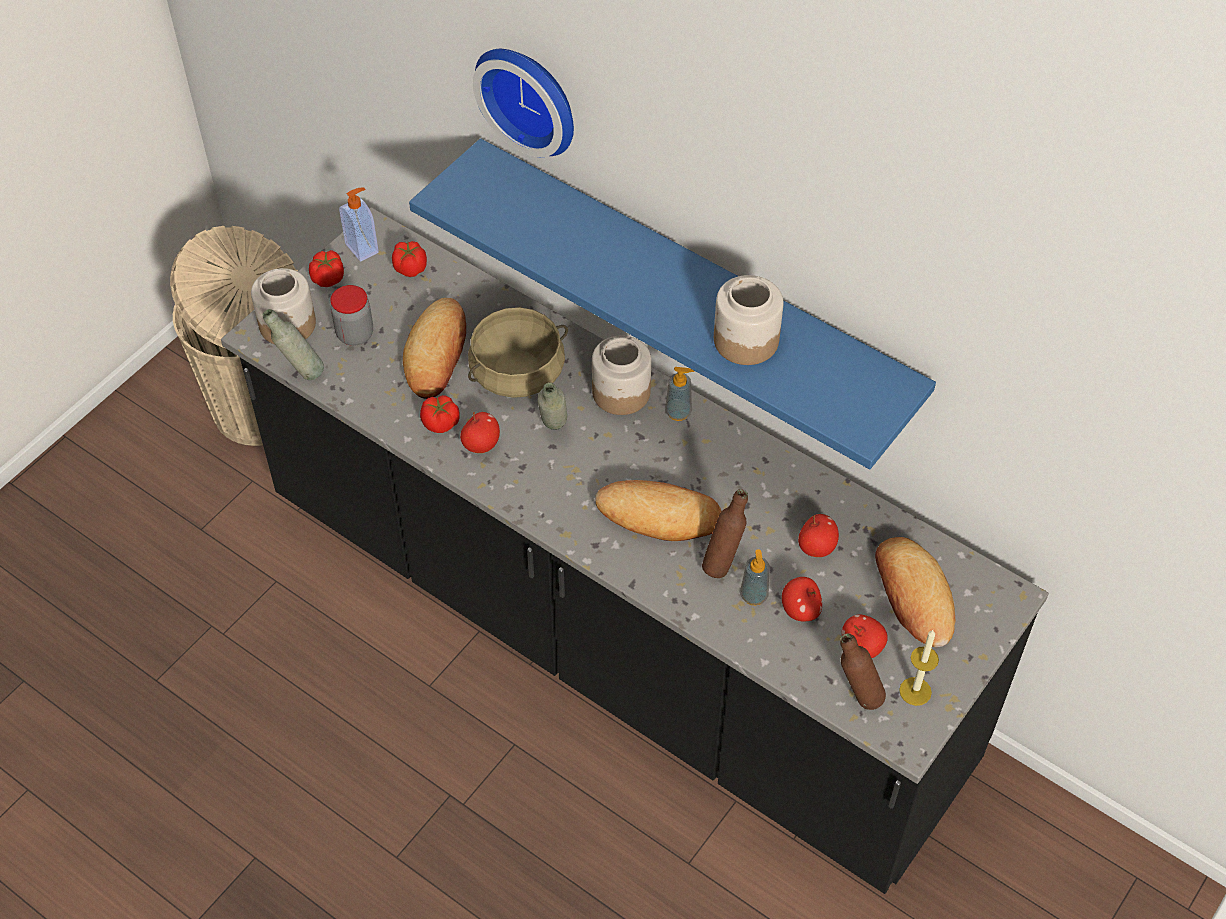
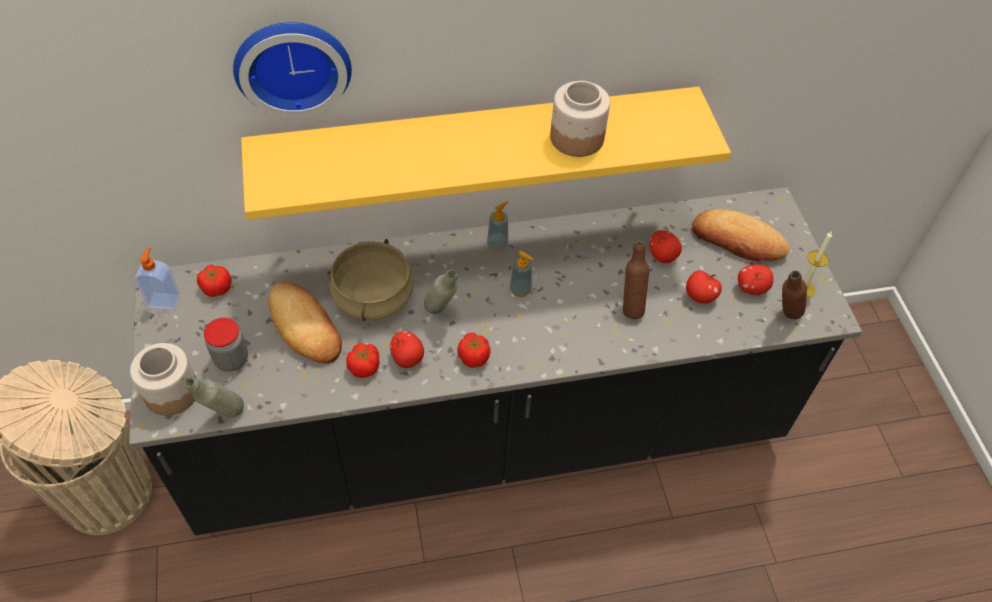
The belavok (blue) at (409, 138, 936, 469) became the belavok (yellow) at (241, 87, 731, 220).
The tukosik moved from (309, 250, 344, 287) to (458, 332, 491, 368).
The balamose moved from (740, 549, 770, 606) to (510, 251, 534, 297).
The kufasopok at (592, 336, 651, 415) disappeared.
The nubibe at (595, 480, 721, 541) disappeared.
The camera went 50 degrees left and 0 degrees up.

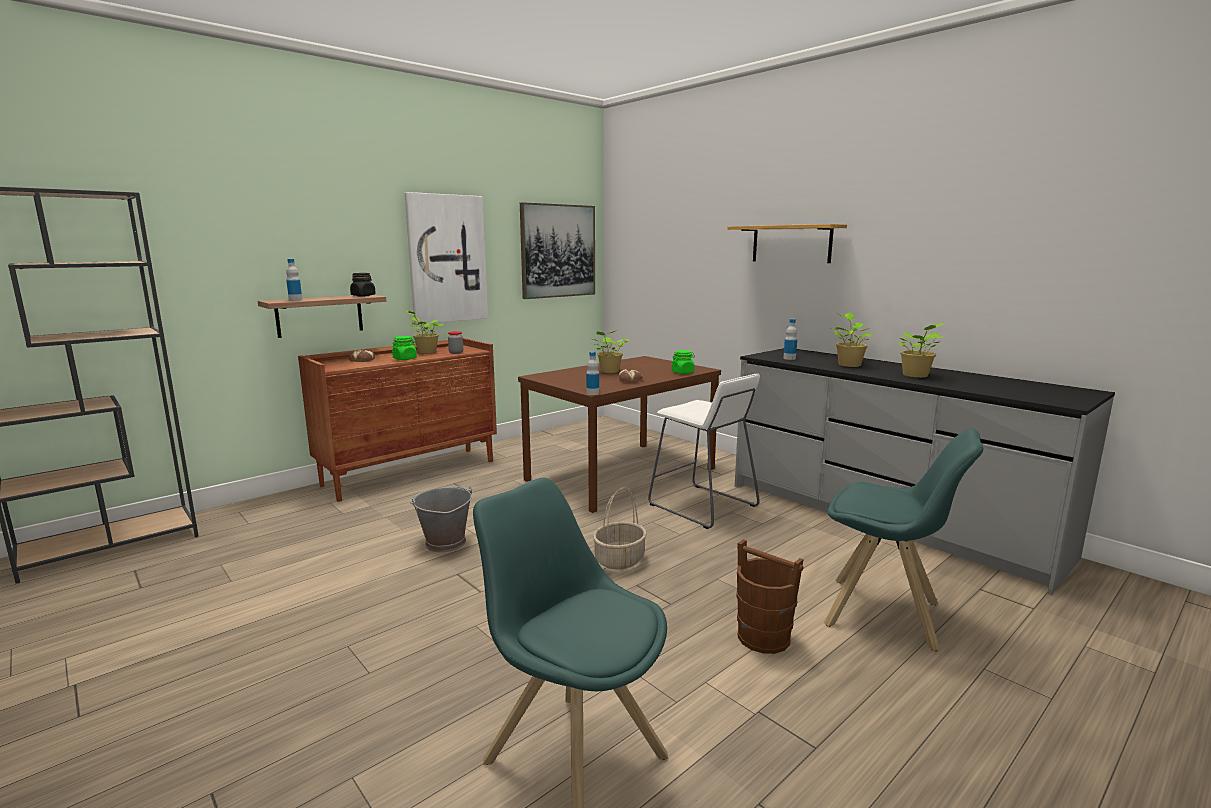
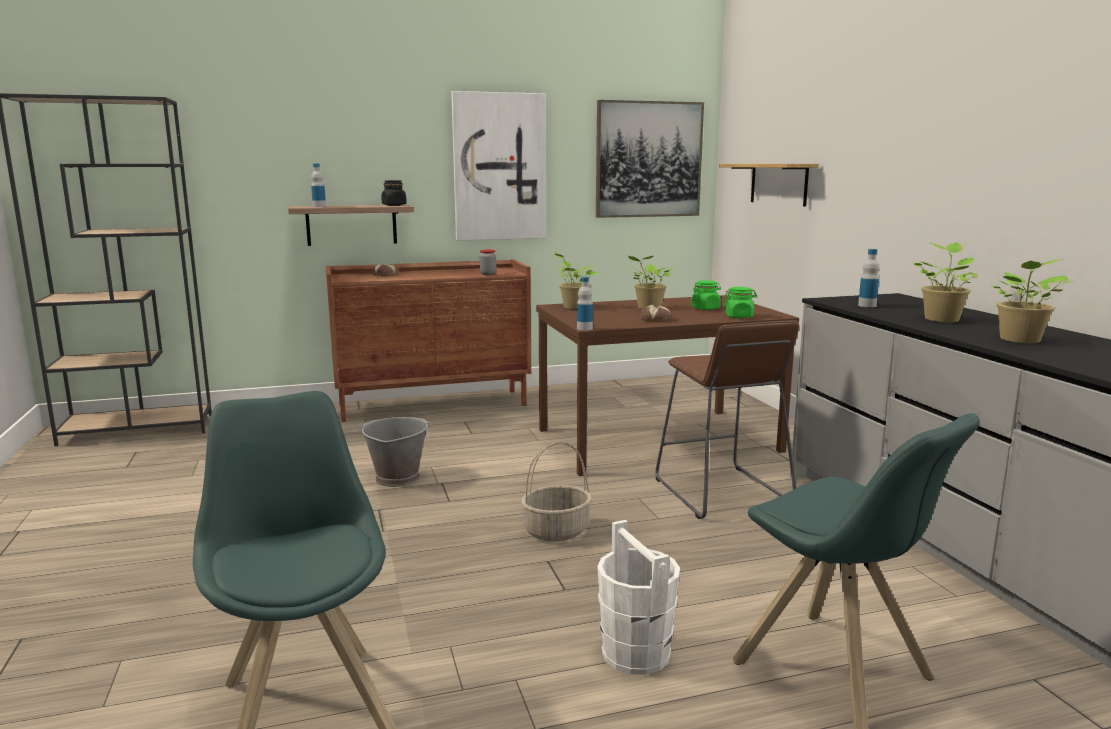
The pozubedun moved from (405, 310, 444, 354) to (554, 252, 599, 309).
The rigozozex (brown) at (736, 539, 804, 654) became the rigozozex (white) at (597, 520, 680, 675).
The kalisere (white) at (648, 374, 760, 529) became the kalisere (brown) at (656, 320, 799, 519).
The kufasopok (green) moved from (392, 336, 417, 360) to (691, 280, 721, 310).
The belavok moved from (727, 224, 847, 263) to (719, 164, 819, 207).
The camera went 25 degrees right and 0 degrees up.

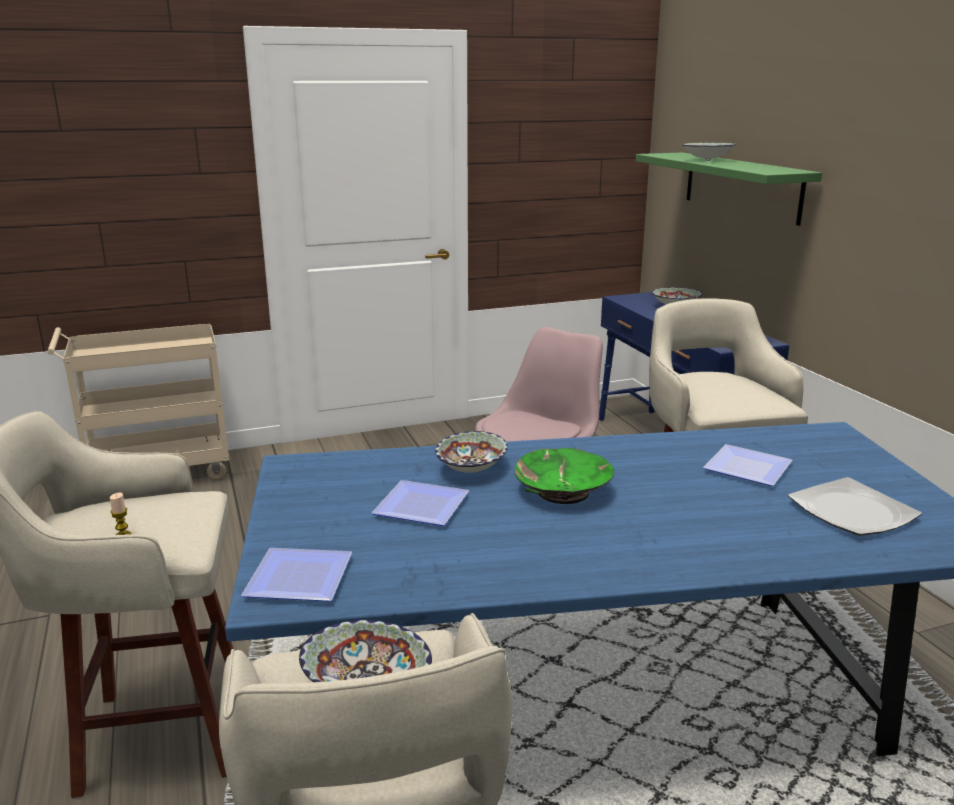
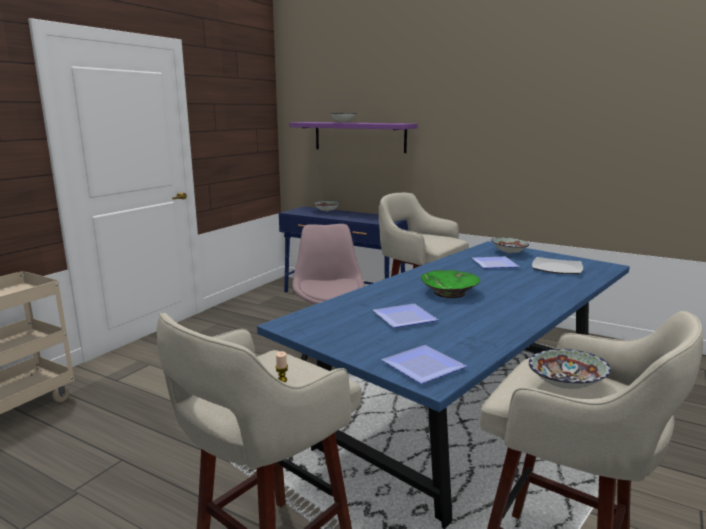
The belavok (green) at (636, 152, 822, 226) became the belavok (purple) at (289, 122, 417, 153).
The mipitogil moved from (435, 431, 508, 473) to (491, 237, 529, 254).
The camera went 40 degrees left and 5 degrees down.

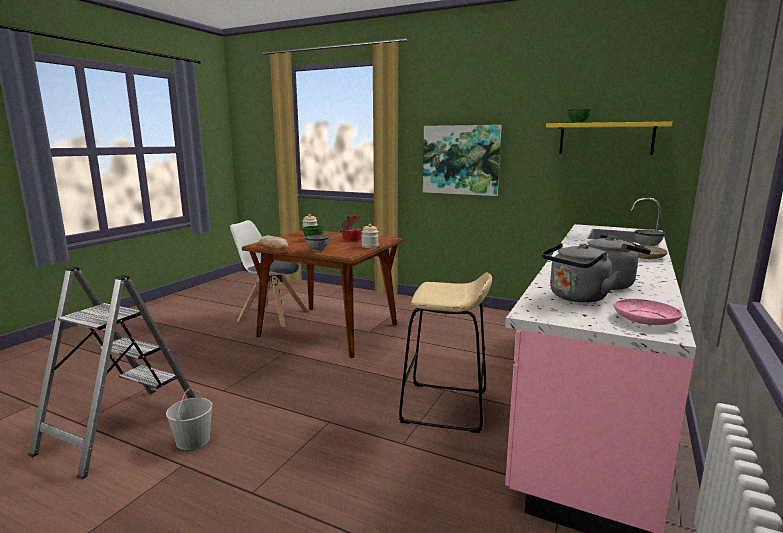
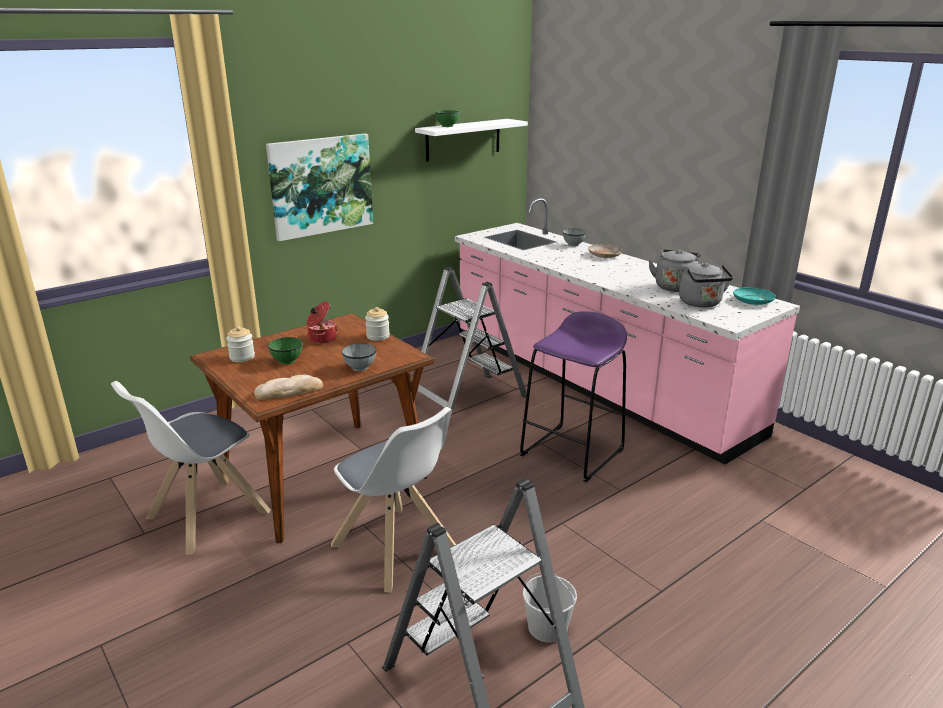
The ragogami at (331, 407, 456, 593) appeared.
The belavok (yellow) at (546, 121, 673, 155) became the belavok (white) at (415, 119, 528, 162).
The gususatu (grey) at (417, 267, 527, 415) appeared.
The kalisere (beige) at (399, 272, 492, 433) became the kalisere (purple) at (520, 311, 627, 482).
The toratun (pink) at (614, 299, 682, 325) became the toratun (turquoise) at (733, 287, 776, 305).
The camera went 65 degrees left and 10 degrees up.

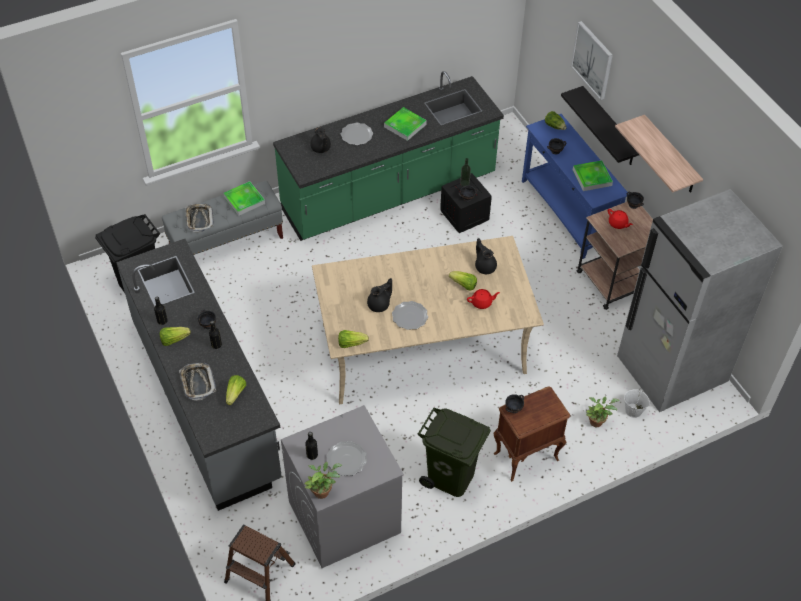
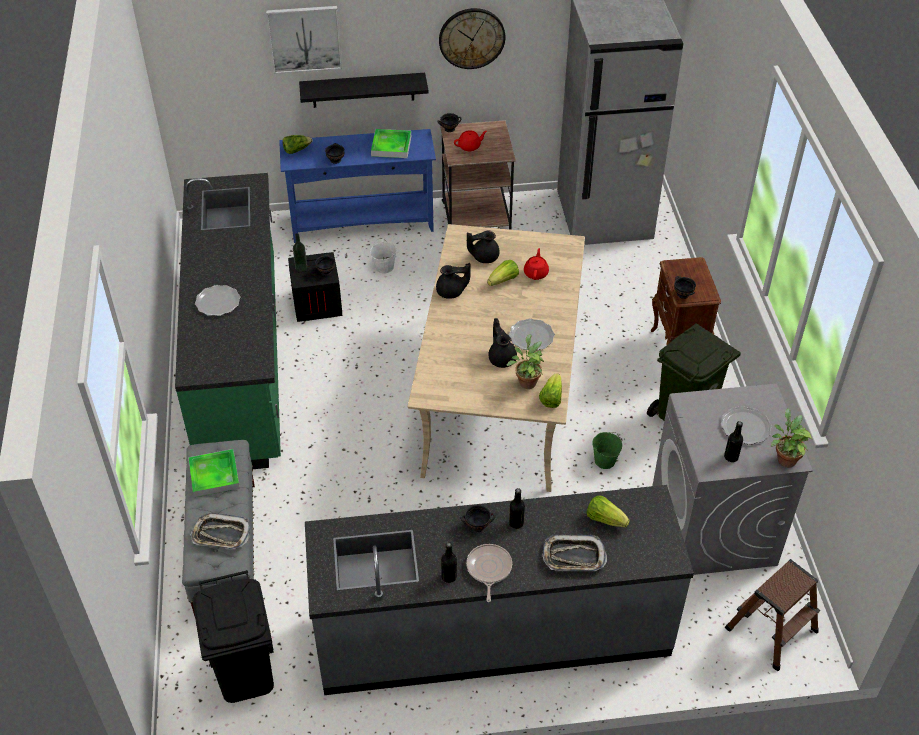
The rigozozex (white) moved from (624, 389, 650, 418) to (370, 238, 397, 274).
The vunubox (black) moved from (310, 127, 331, 153) to (436, 263, 471, 298).
The belavok at (615, 115, 703, 193) was replaced by the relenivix at (439, 8, 506, 69).
The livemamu at (160, 327, 191, 346) was replaced by the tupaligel at (466, 544, 512, 602).
The pozubedun moved from (586, 396, 620, 427) to (507, 334, 544, 389).
The rigozozex (green) at (592, 432, 622, 469) appeared.
The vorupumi at (384, 107, 427, 141) disappeared.
The camera went 70 degrees left and 5 degrees down.

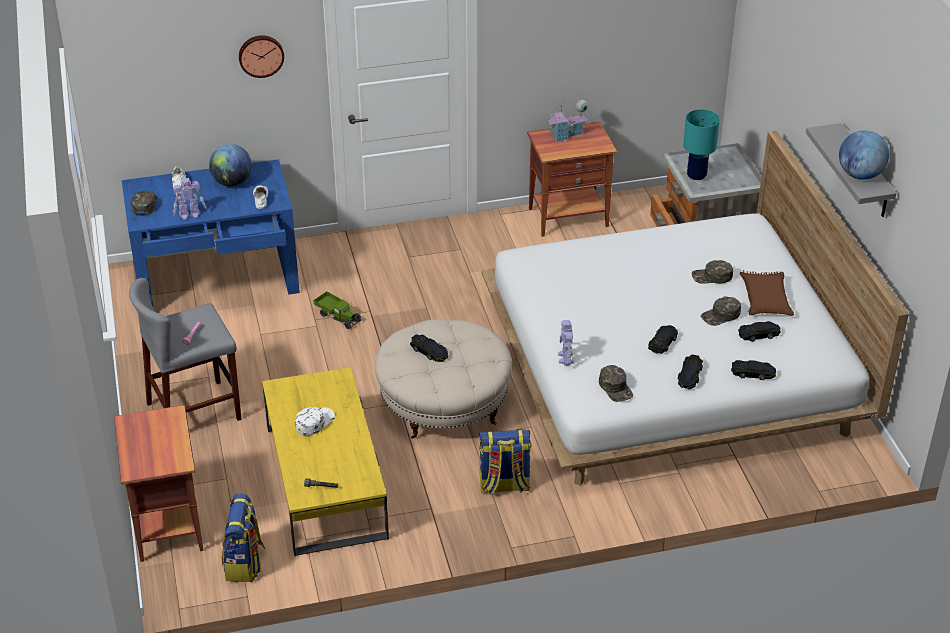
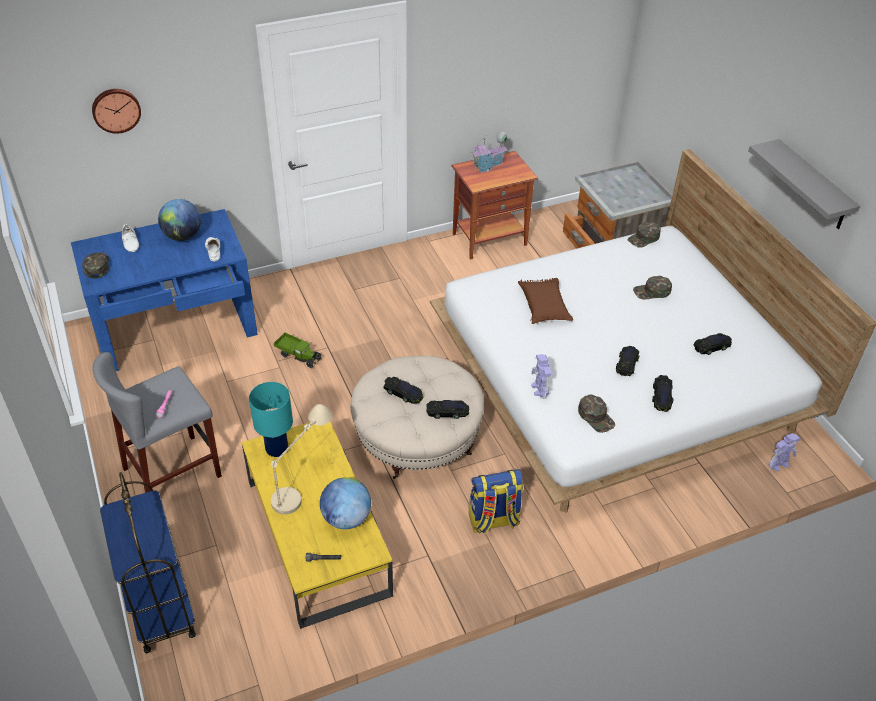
The relenivix moved from (239, 36, 284, 78) to (92, 89, 141, 134).
The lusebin at (114, 405, 204, 562) was replaced by the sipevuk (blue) at (100, 472, 196, 654).
The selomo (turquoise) moved from (683, 109, 720, 180) to (249, 382, 293, 457).
The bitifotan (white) at (295, 407, 335, 435) was replaced by the selomo (beige) at (271, 404, 333, 514).
The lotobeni moved from (839, 130, 889, 180) to (320, 477, 371, 529).
The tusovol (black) moved from (731, 360, 776, 380) to (426, 400, 469, 419).
The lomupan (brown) moved from (740, 270, 794, 316) to (518, 278, 573, 324).
The bitifotan (green) moved from (701, 297, 741, 326) to (628, 222, 661, 248).
The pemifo moved from (173, 178, 207, 220) to (768, 433, 801, 472).
The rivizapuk at (222, 493, 265, 582) disappeared.
The camera went 10 degrees left and 5 degrees up.

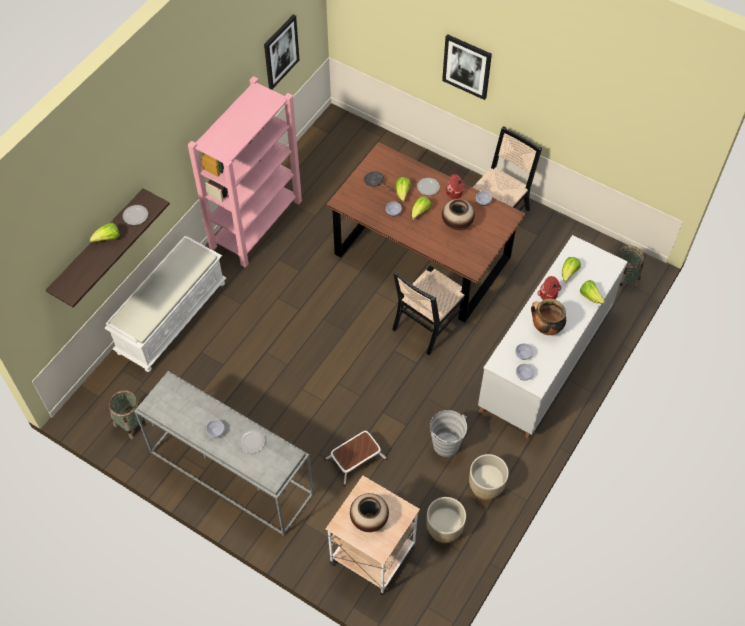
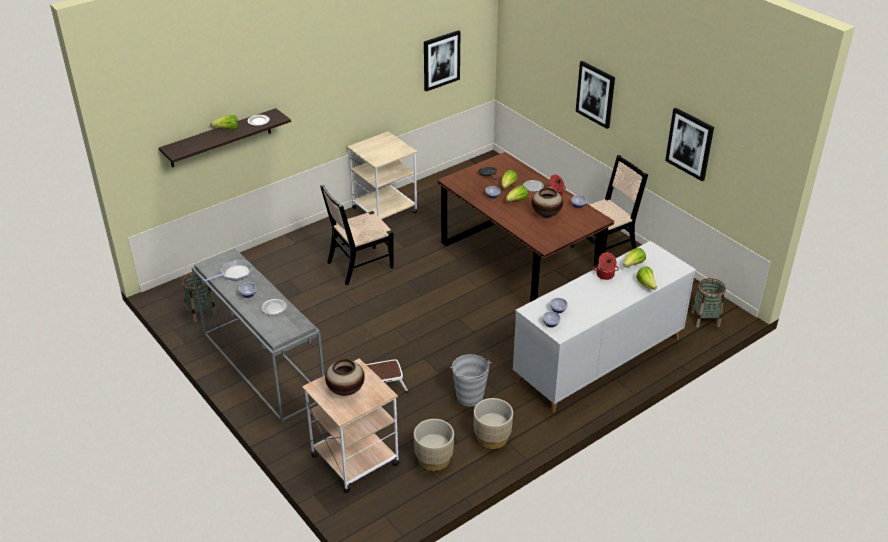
The tupaligel at (204, 260, 253, 281) appeared.
The ragogami moved from (392, 266, 464, 355) to (320, 184, 394, 285).
The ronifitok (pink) at (188, 76, 302, 267) was replaced by the sipevuk (beige) at (347, 131, 418, 220).
The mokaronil at (665, 108, 714, 181) appeared.
The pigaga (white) at (104, 236, 226, 372) disappeared.
The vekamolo at (531, 299, 566, 335) disappeared.
The camera went 20 degrees right and 20 degrees down.

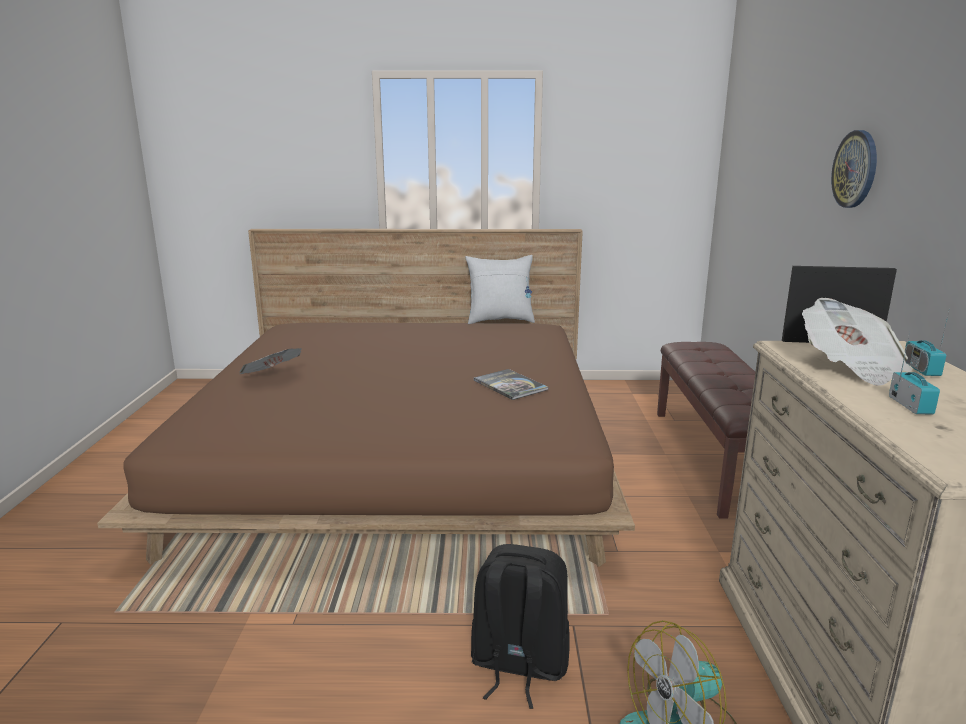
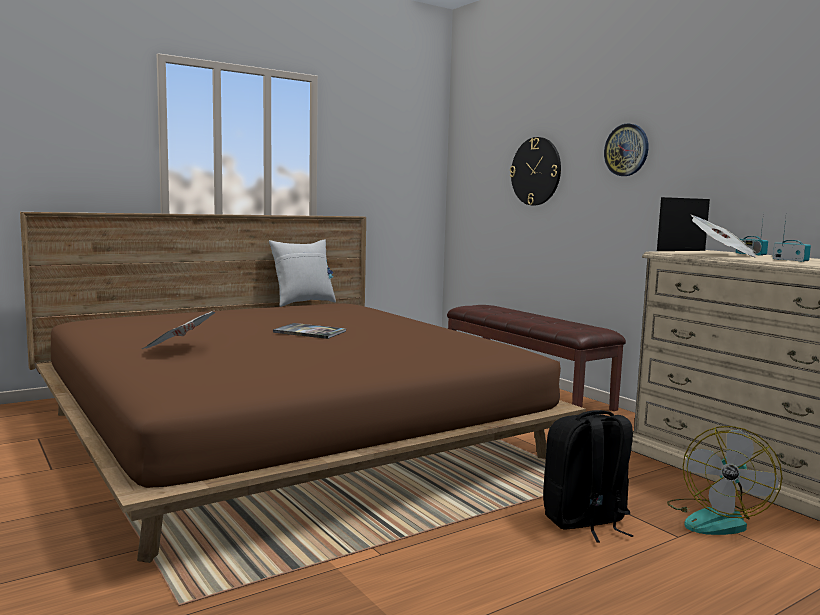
The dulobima moved from (474, 369, 548, 400) to (273, 323, 346, 339).
The relenivix at (510, 137, 561, 206) appeared.
The camera went 35 degrees left and 10 degrees down.

